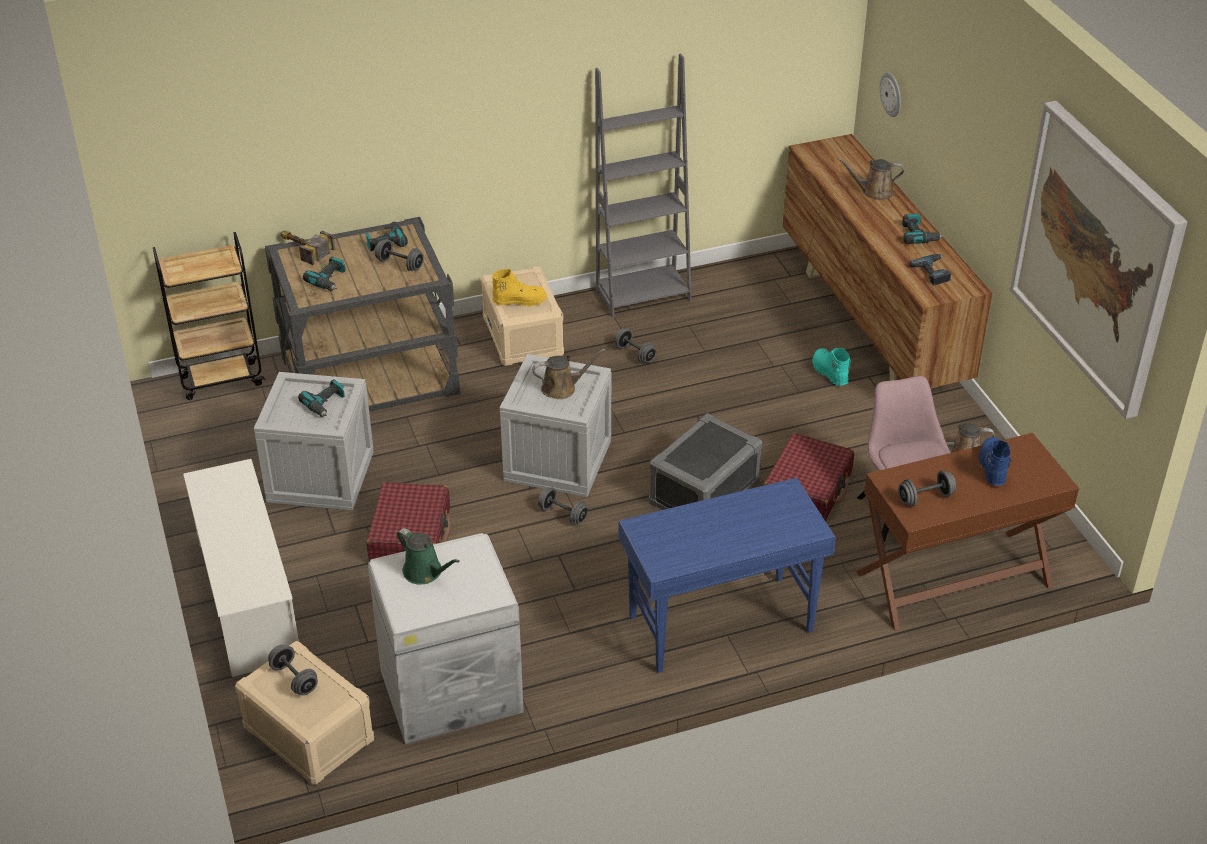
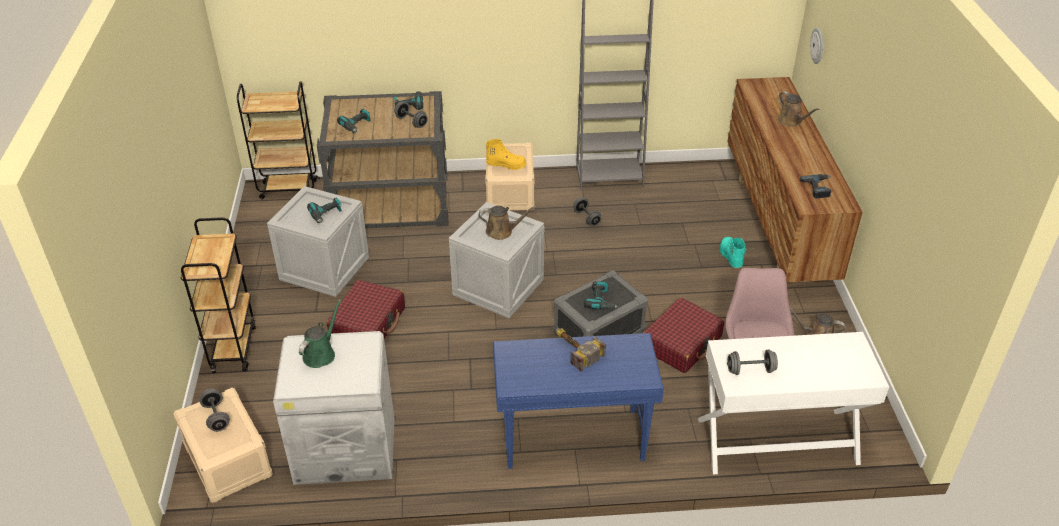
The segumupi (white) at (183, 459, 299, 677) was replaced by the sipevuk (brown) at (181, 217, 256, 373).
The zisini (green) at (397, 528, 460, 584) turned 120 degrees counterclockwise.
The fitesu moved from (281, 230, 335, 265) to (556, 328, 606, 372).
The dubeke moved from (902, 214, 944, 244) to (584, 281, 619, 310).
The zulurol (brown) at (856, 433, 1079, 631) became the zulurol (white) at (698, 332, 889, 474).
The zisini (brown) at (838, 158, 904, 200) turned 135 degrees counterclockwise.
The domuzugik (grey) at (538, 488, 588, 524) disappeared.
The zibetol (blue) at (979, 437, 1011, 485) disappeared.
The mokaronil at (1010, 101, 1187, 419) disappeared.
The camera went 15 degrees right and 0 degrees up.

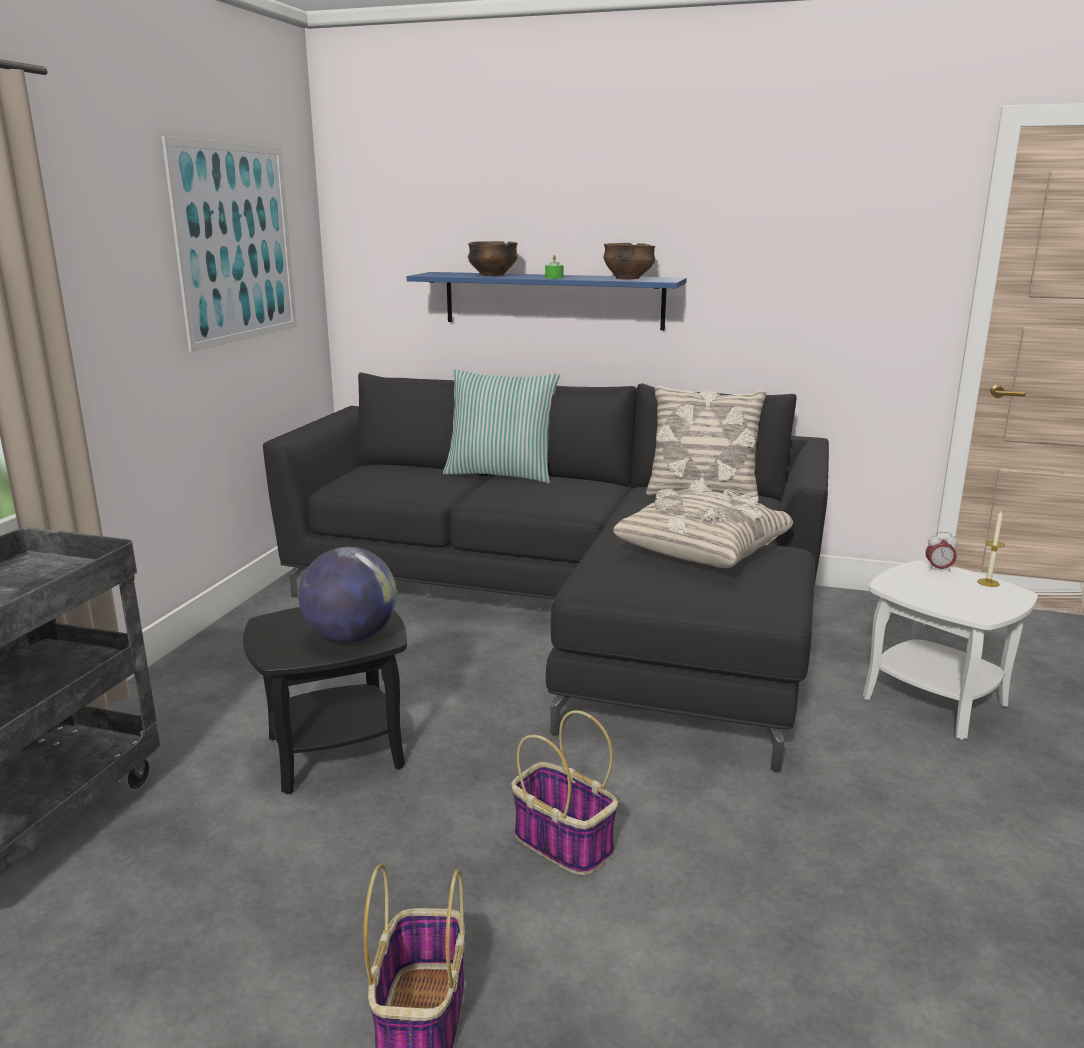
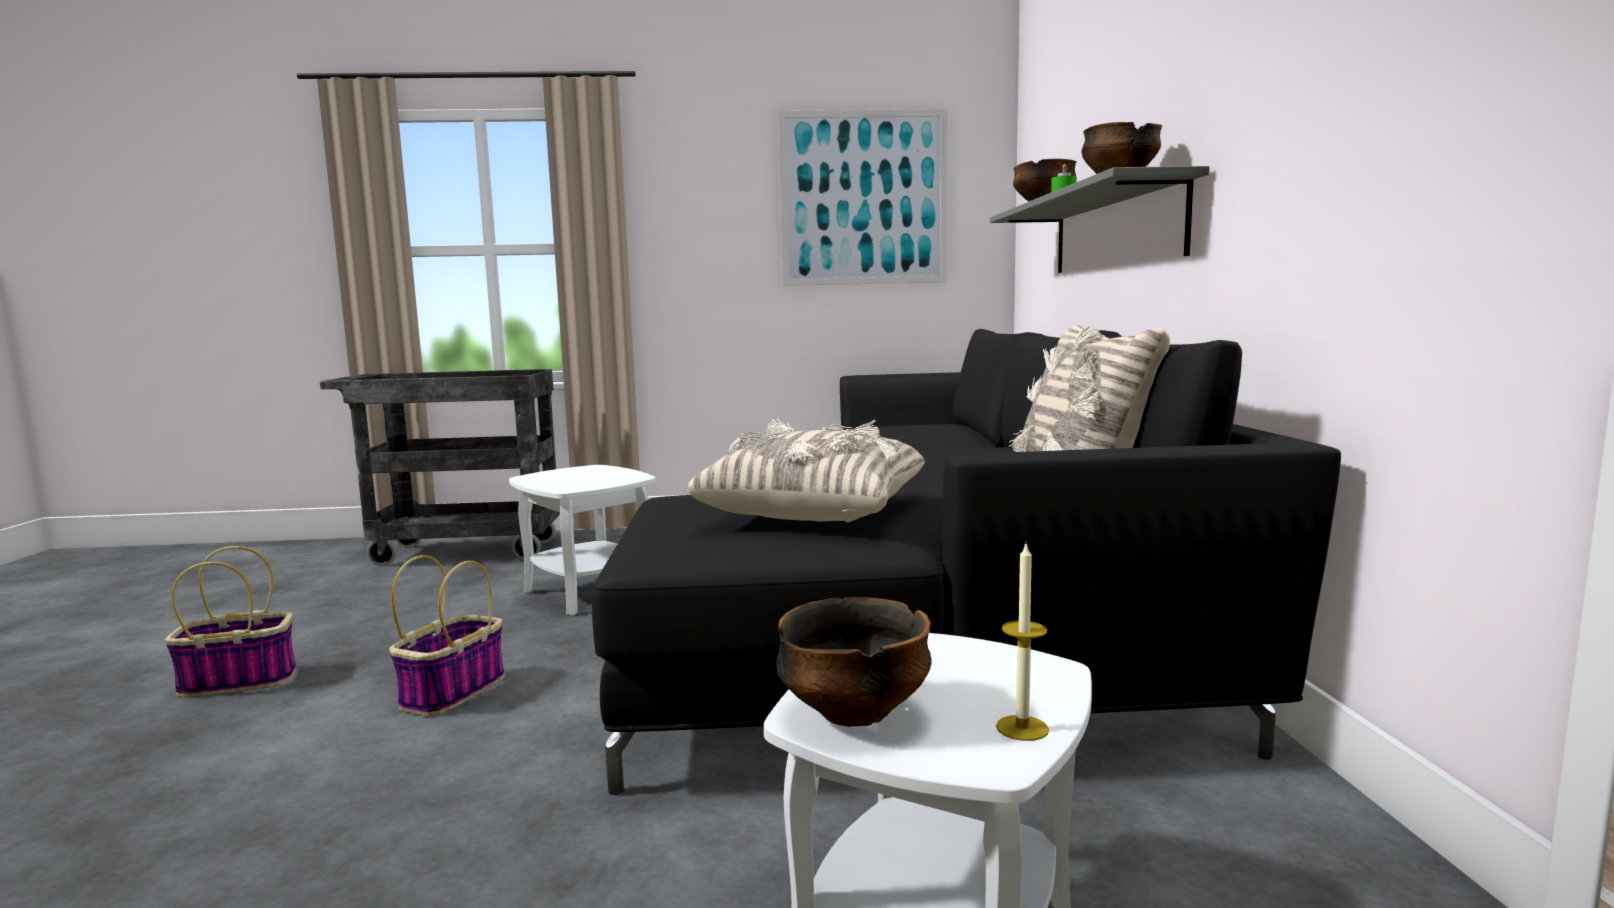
The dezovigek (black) at (243, 607, 407, 794) became the dezovigek (white) at (509, 465, 656, 616).
The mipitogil at (776, 597, 932, 727) appeared.
The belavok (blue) at (407, 272, 687, 330) became the belavok (grey) at (990, 166, 1210, 273).
The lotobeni at (299, 547, 397, 643) disappeared.
The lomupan at (443, 369, 560, 483) disappeared.
The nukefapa at (925, 532, 958, 572) disappeared.
The camera went 70 degrees right and 10 degrees down.

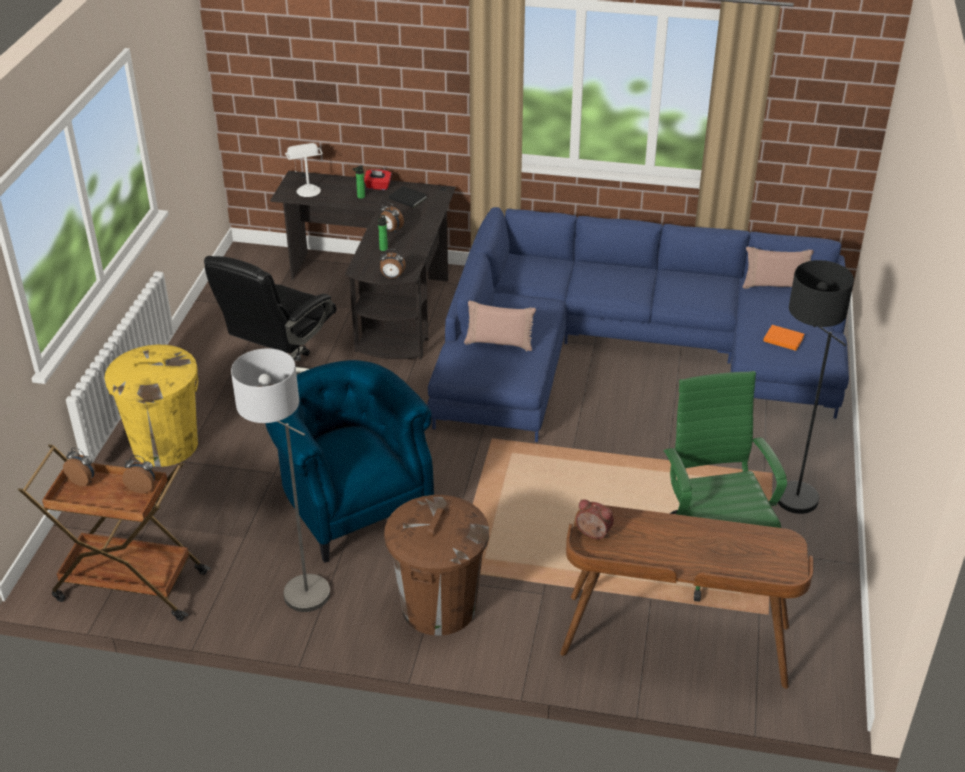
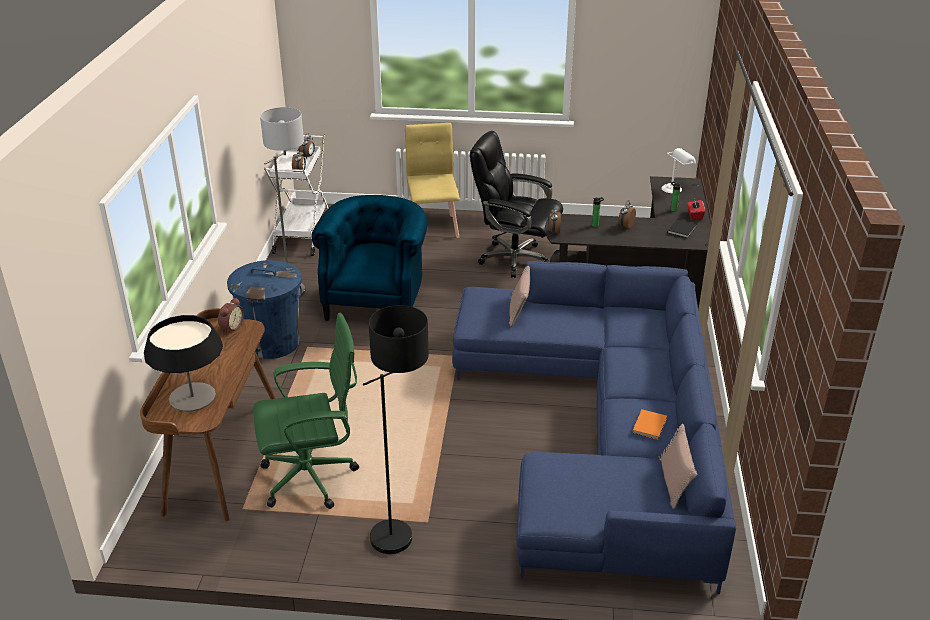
The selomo at (144, 315, 223, 412) appeared.
The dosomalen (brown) at (384, 495, 489, 636) became the dosomalen (blue) at (227, 260, 302, 359).
The sipevuk (brown) at (18, 445, 211, 621) became the sipevuk (white) at (264, 134, 328, 256).
The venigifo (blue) at (265, 360, 434, 563) turned 45 degrees counterclockwise.
The dosomalen (yellow) at (104, 345, 198, 467) was replaced by the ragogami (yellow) at (405, 123, 460, 238).
The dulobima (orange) moved from (764, 325, 804, 351) to (632, 410, 667, 440).
The camera went 85 degrees right and 5 degrees down.

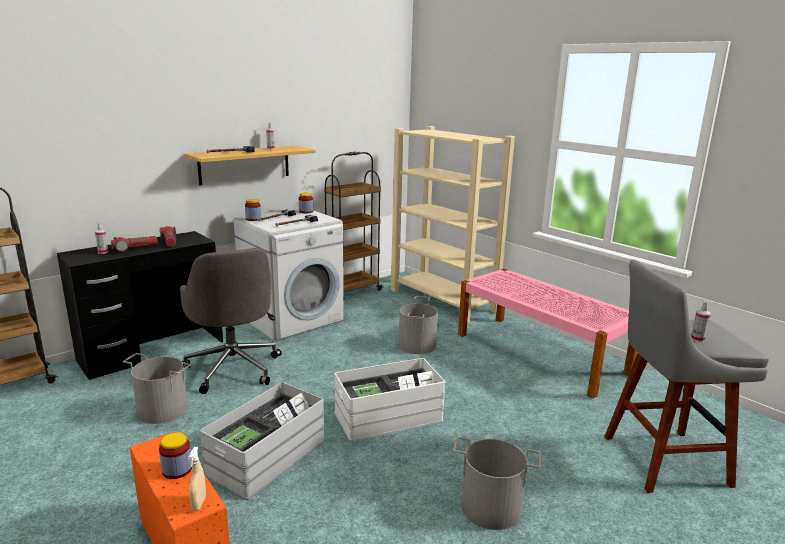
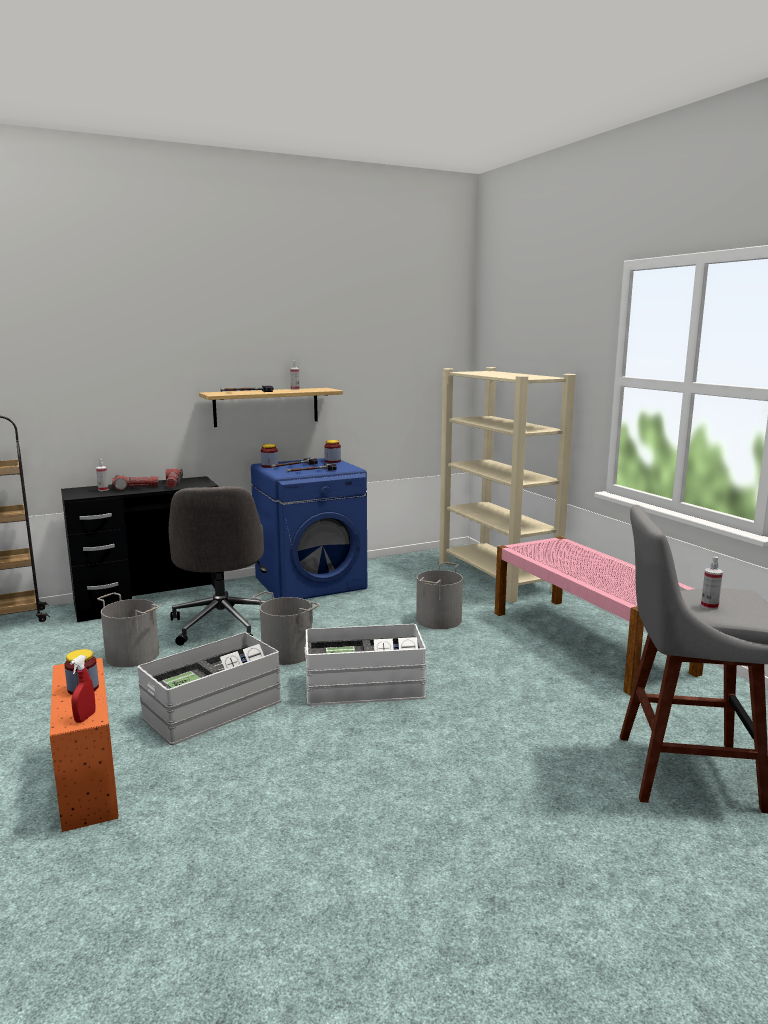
The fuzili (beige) at (188, 447, 206, 511) became the fuzili (red) at (70, 655, 96, 723).
The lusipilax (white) at (234, 208, 344, 341) became the lusipilax (blue) at (251, 458, 367, 599).
The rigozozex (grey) moved from (453, 437, 541, 530) to (252, 591, 320, 665).
The sipevuk (brown) at (324, 152, 384, 300) disappeared.
The camera went 15 degrees right and 5 degrees down.

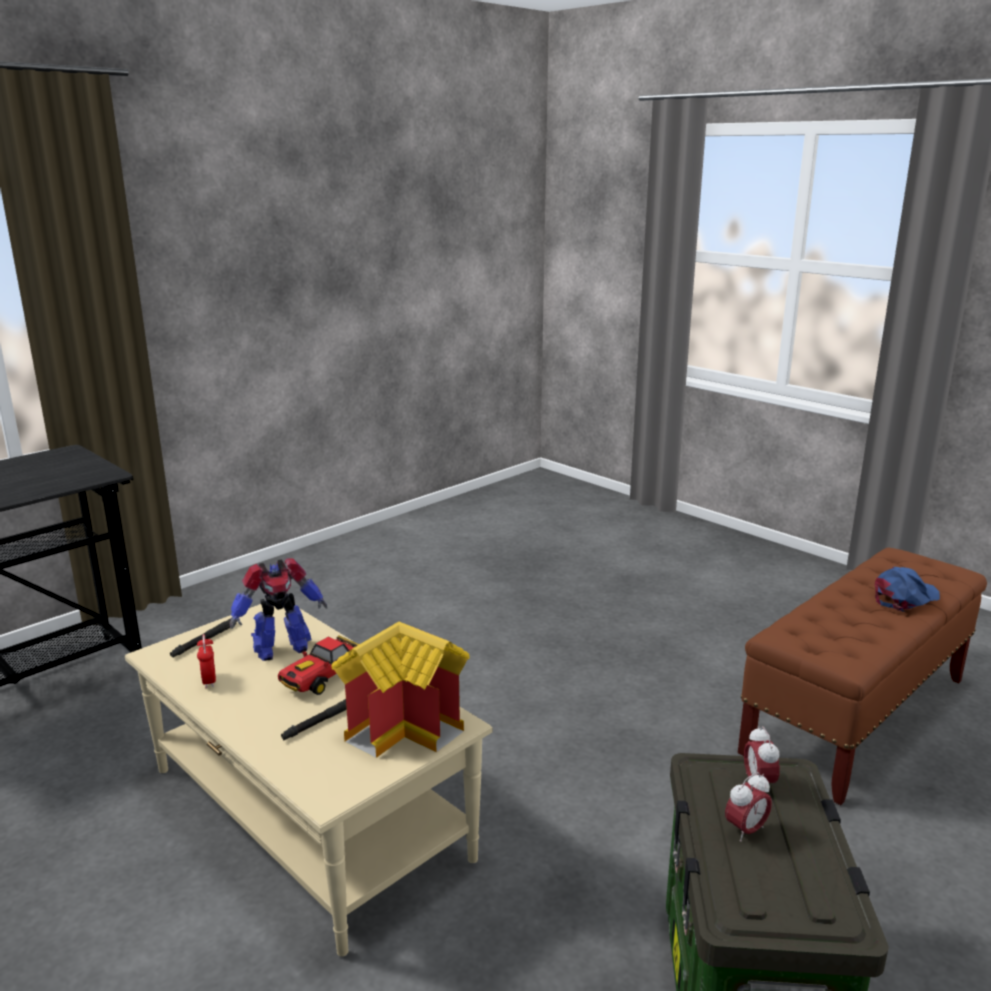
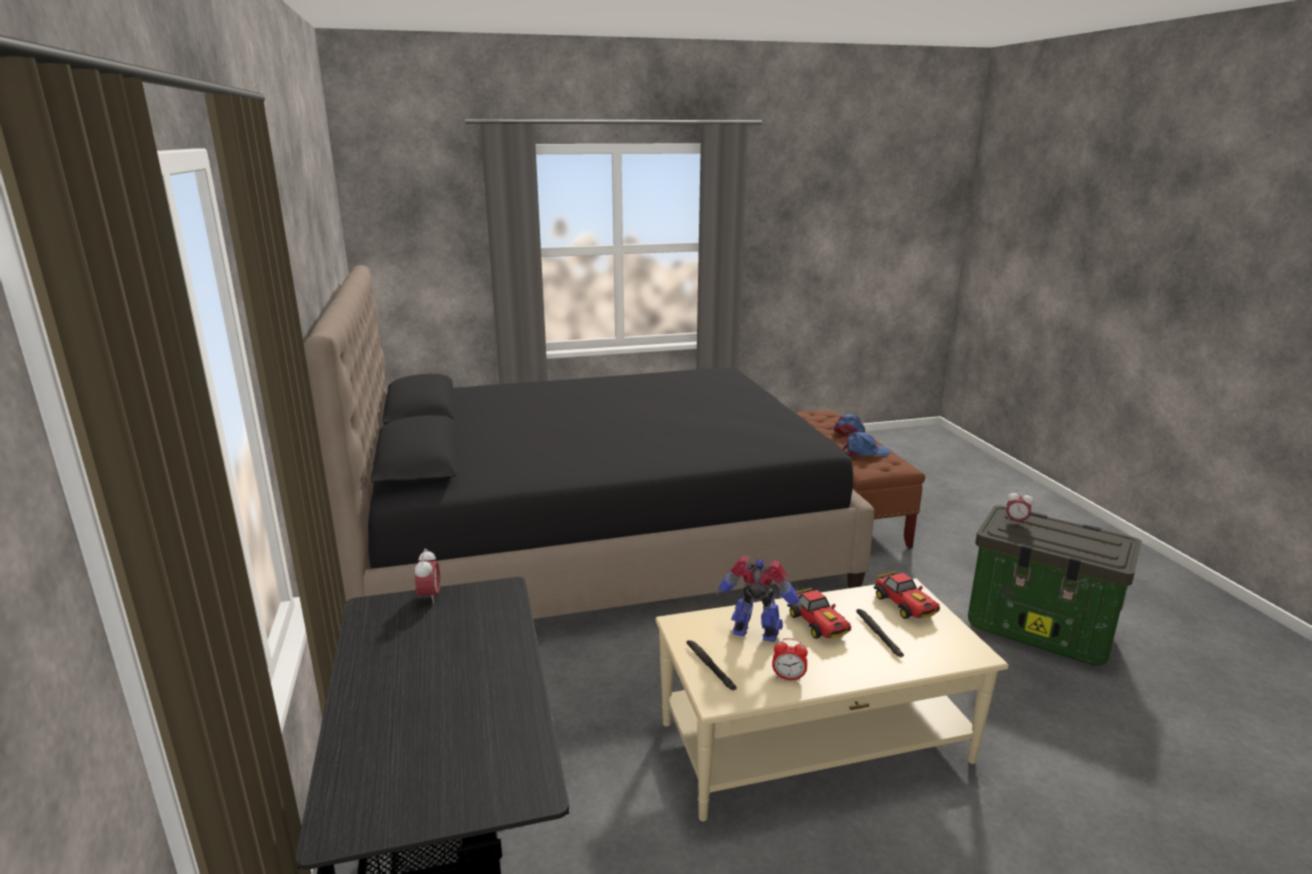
The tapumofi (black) at (304, 265, 874, 619) appeared.
The nukefapa moved from (725, 772, 772, 842) to (415, 548, 440, 604).
The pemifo at (229, 558, 328, 661) turned 75 degrees counterclockwise.
The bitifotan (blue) at (842, 432, 890, 457) appeared.
The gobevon at (331, 622, 470, 758) was replaced by the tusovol at (874, 571, 940, 619).
The camera went 60 degrees left and 0 degrees up.

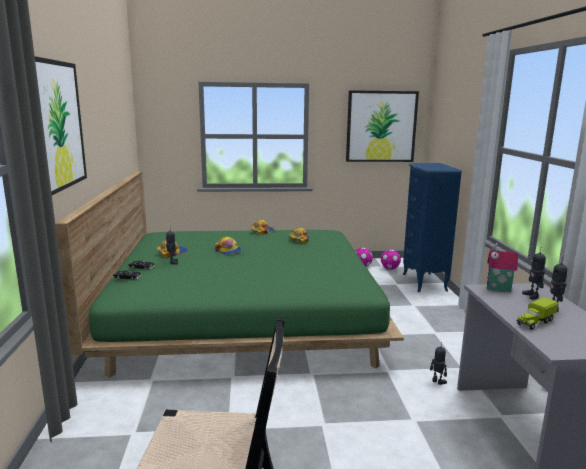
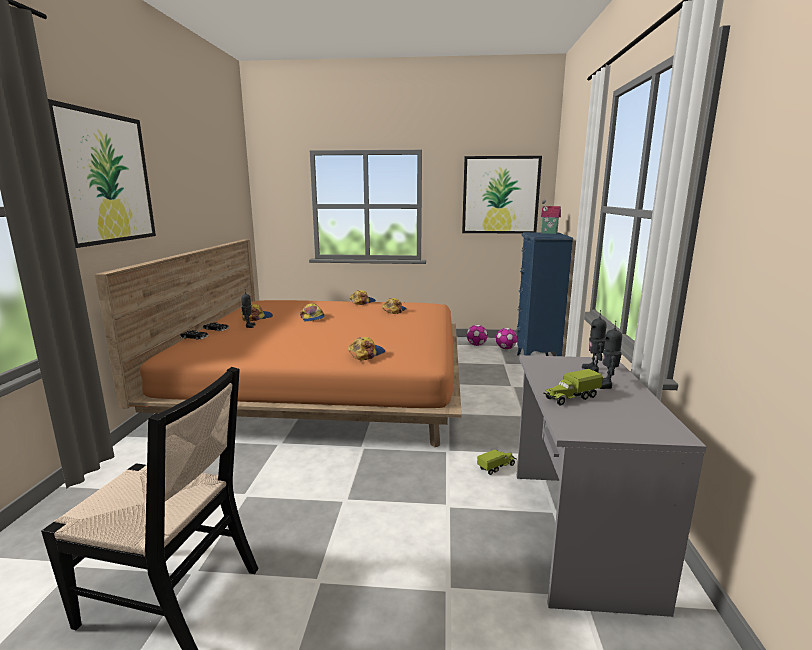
The tapumofi (green) at (55, 171, 404, 378) became the tapumofi (orange) at (95, 239, 462, 447).
The bitifotan at (348, 337, 385, 360) appeared.
The pemifo at (430, 342, 447, 385) was replaced by the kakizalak at (477, 449, 516, 475).
The gobevon moved from (486, 243, 518, 292) to (541, 199, 561, 234).
The camera went 10 degrees right and 0 degrees up.

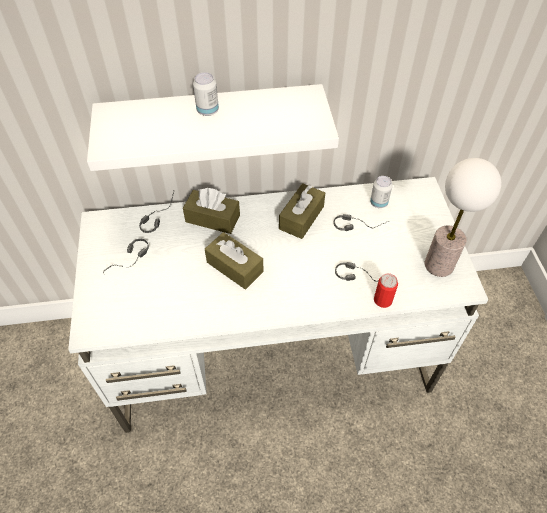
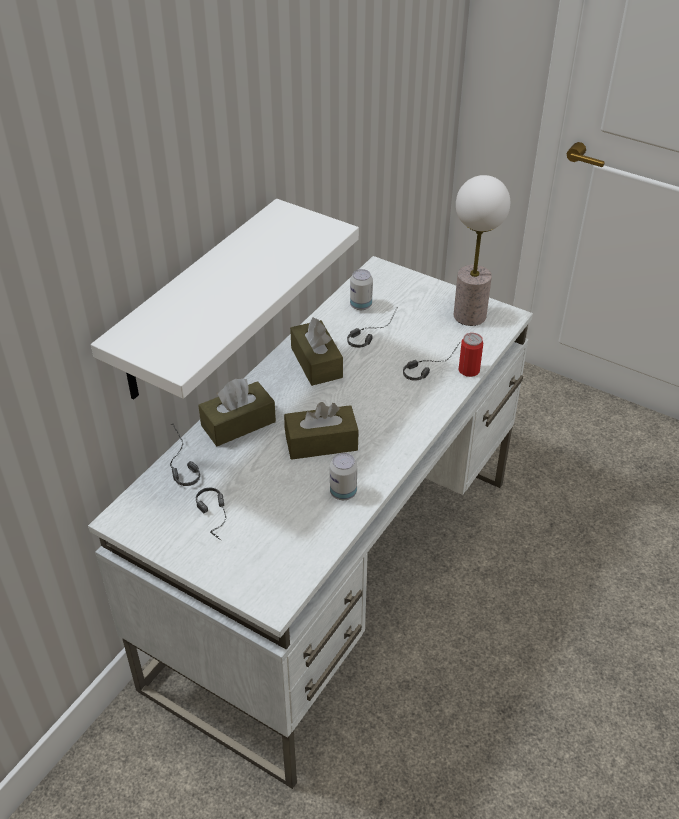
The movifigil moved from (193, 72, 219, 116) to (330, 453, 357, 500).
The camera went 50 degrees left and 10 degrees down.

